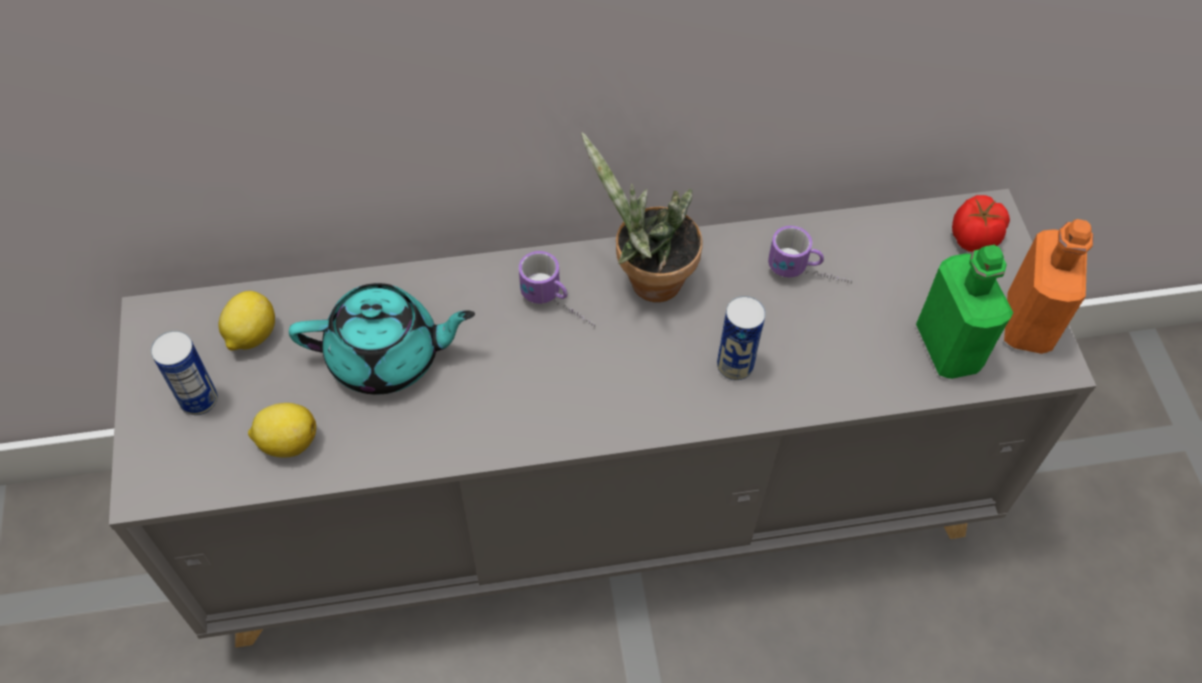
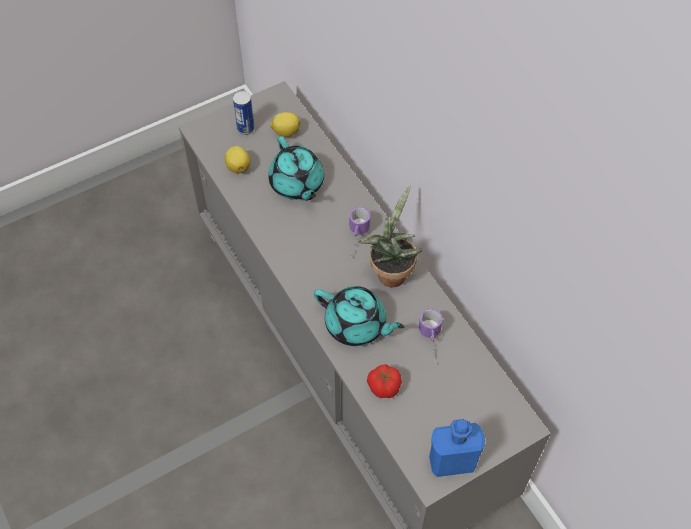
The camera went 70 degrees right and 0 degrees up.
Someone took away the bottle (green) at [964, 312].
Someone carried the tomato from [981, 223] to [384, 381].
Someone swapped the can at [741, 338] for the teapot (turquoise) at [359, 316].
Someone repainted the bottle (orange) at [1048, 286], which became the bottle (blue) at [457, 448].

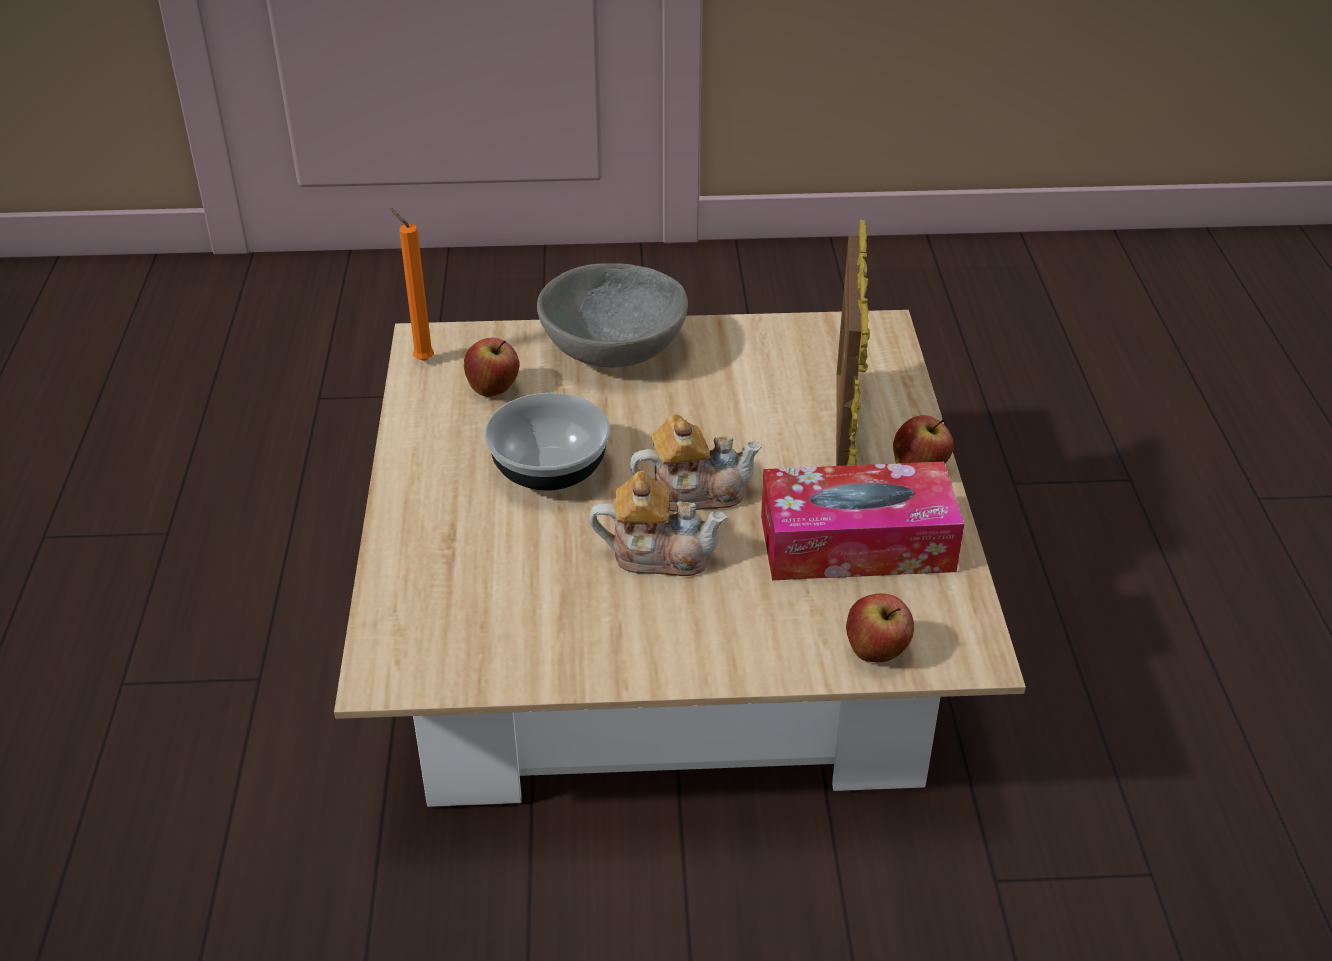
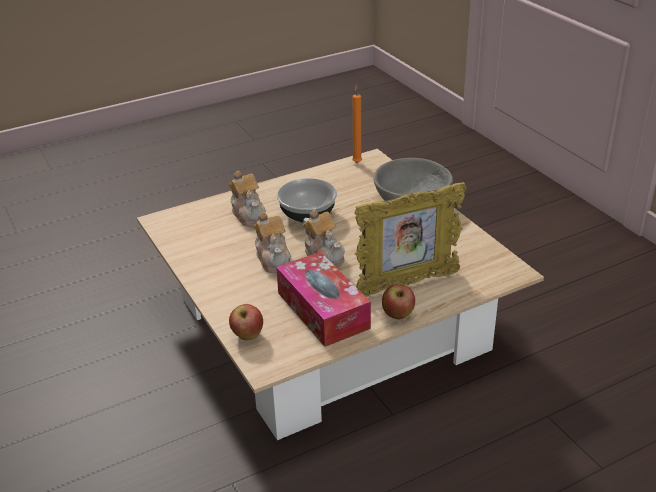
The camera went 65 degrees right and 5 degrees down.
Someone took away the apple at [491, 367].
Someone put down the teapot at [247, 198].

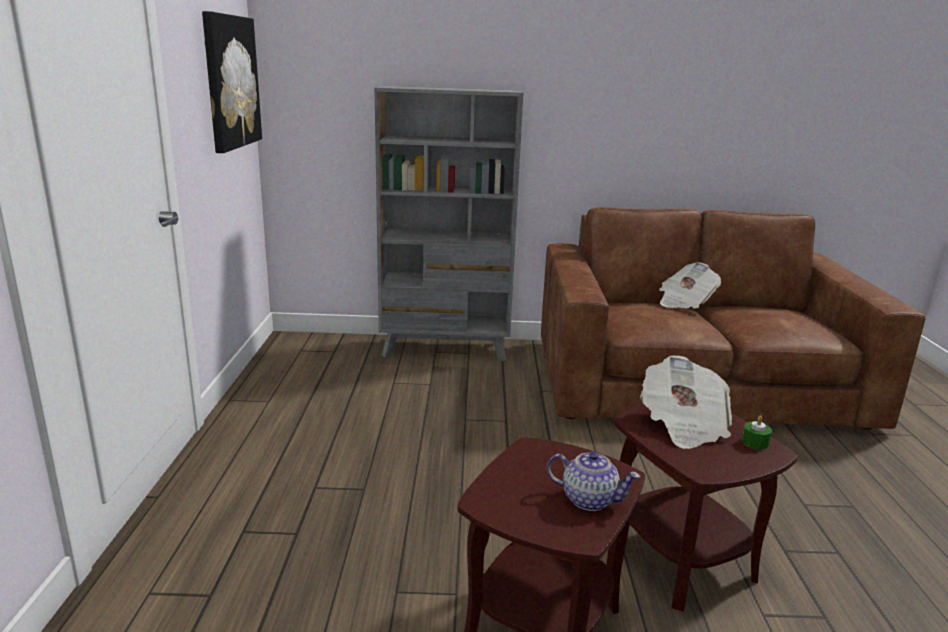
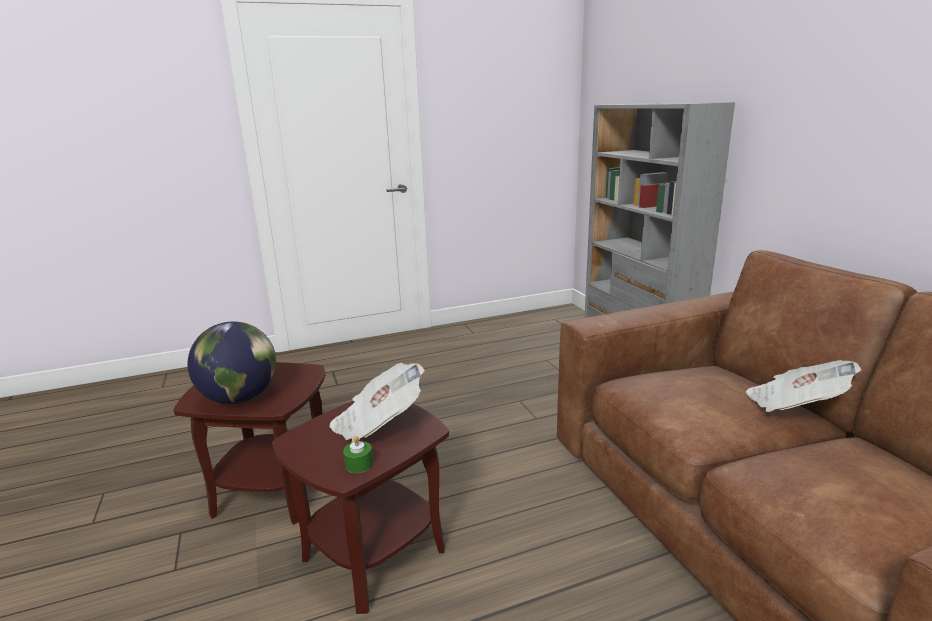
The camera went 70 degrees right and 0 degrees up.
Someone took away the picture at [232, 82].
Someone swapped the teapot at [593, 481] for the globe at [232, 362].

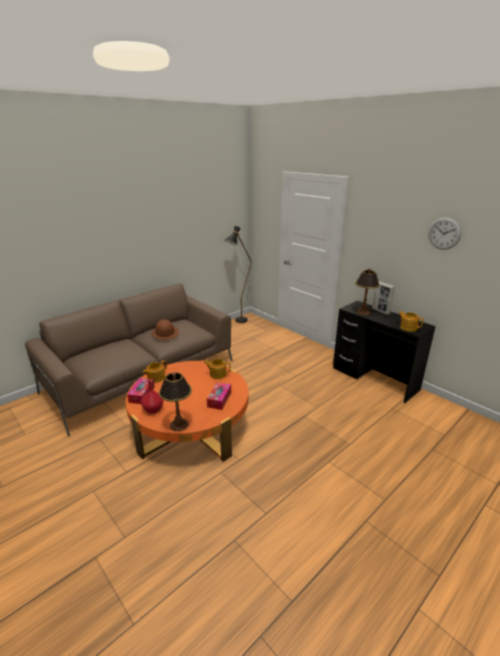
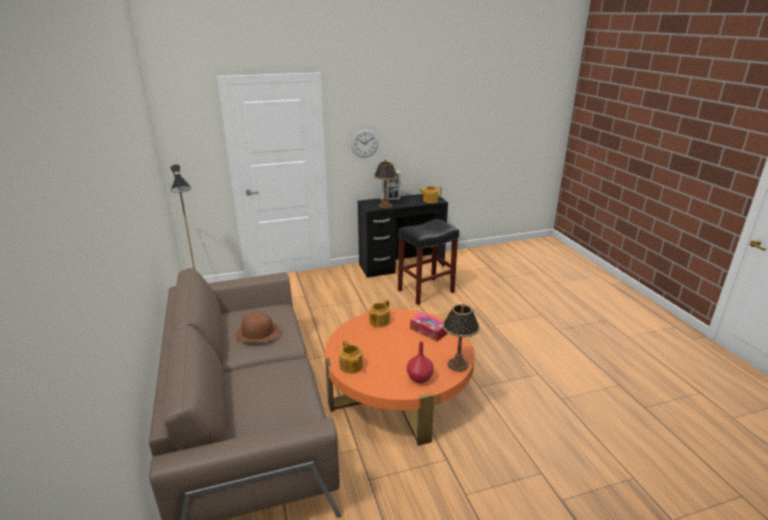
The camera went 65 degrees left and 0 degrees up.
Someone took away the tissue box at [141, 391].
Someone put down the stool (black) at [428, 262].
Someone carried the wall clock from [444, 233] to [364, 143].

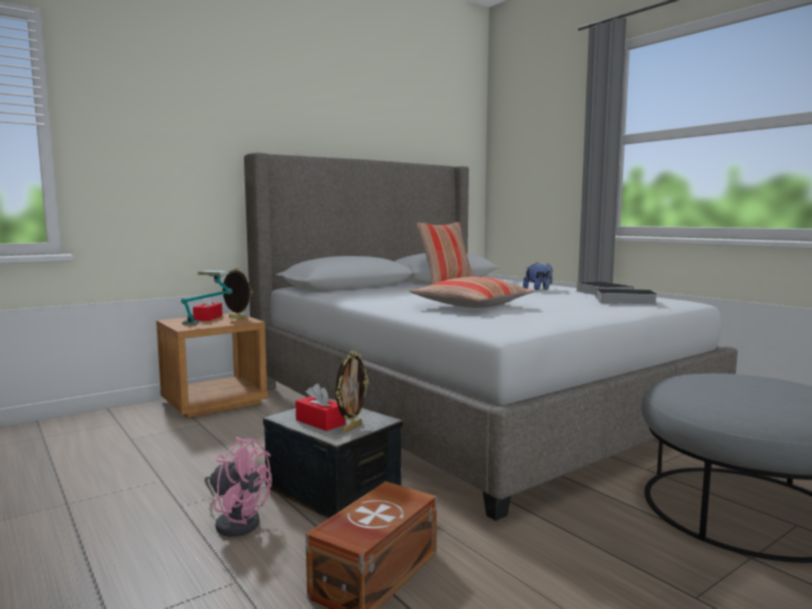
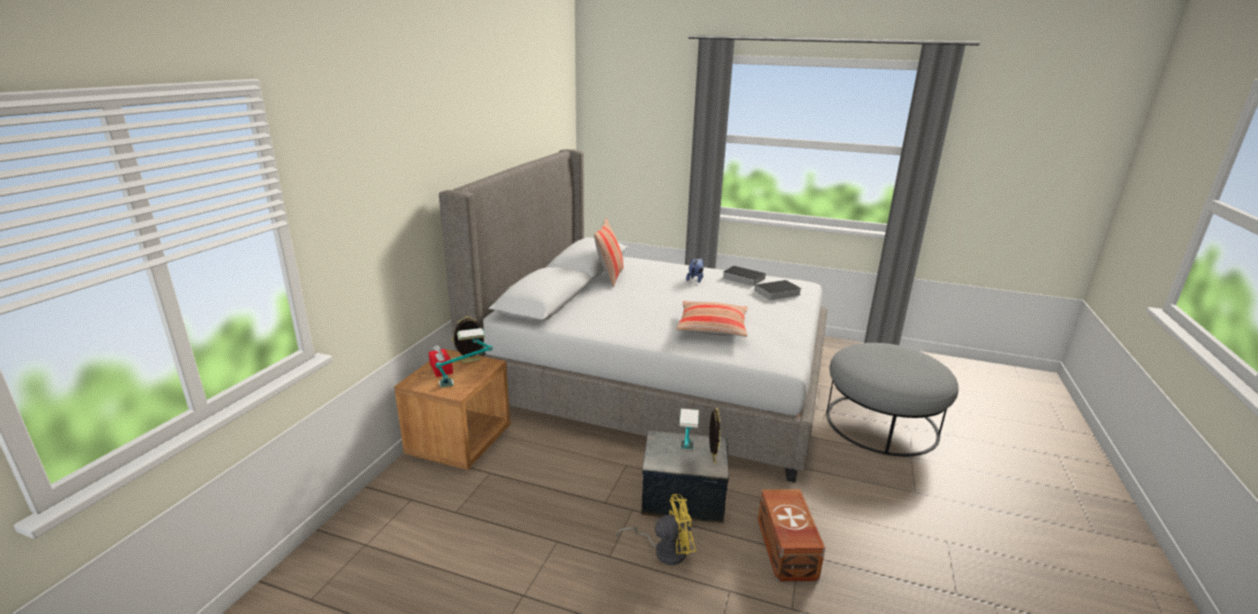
The camera went 35 degrees left and 15 degrees up.
Someone swapped the tissue box (red) at [320, 407] for the table lamp at [689, 429].
Someone repainted the fan (pink) at [238, 487], which became the fan (yellow) at [656, 529].

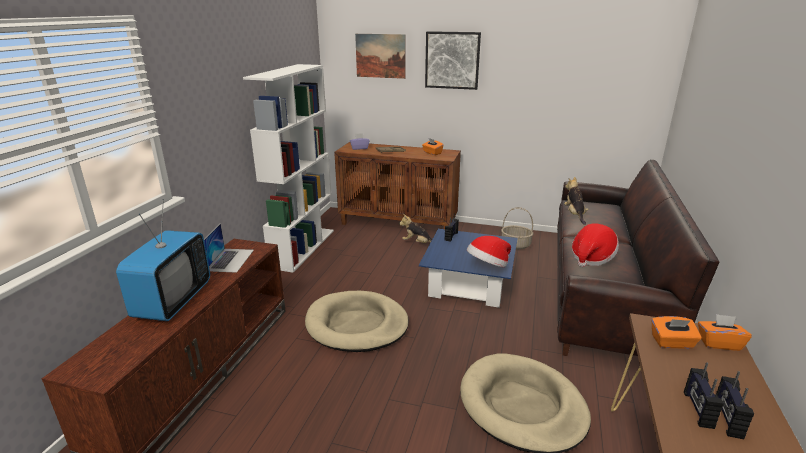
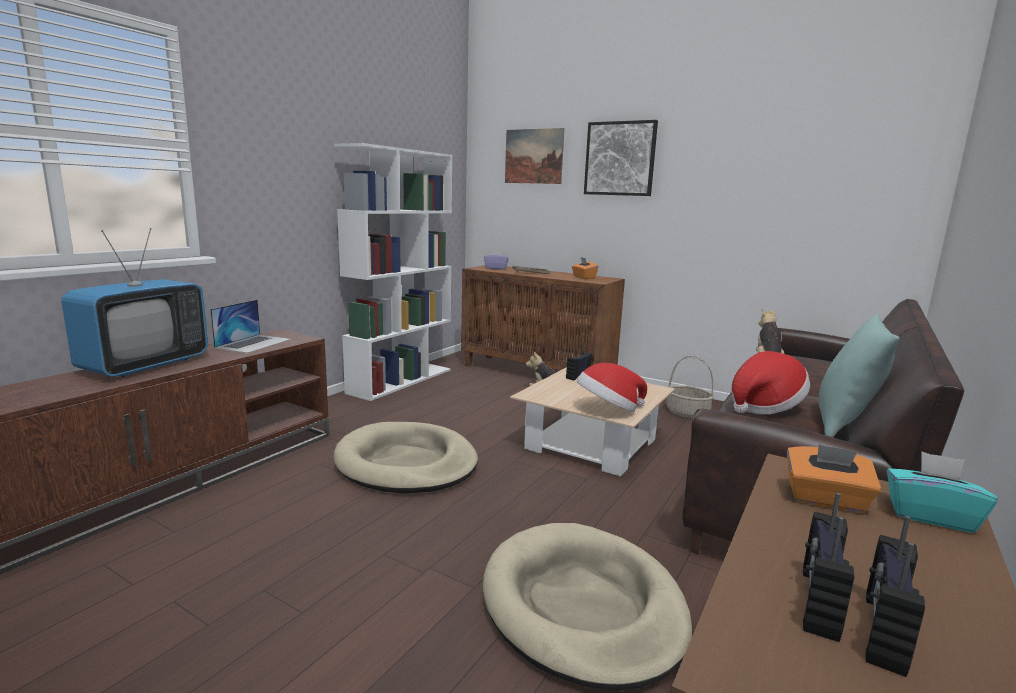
The camera went 15 degrees right and 10 degrees down.
Someone put down the pillow (turquoise) at [859, 375].
Someone repainted the coffee table (blue) at [468, 268], which became the coffee table (beige) at [592, 421].
Someone repainted the tissue box (orange) at [725, 332], which became the tissue box (turquoise) at [942, 492].

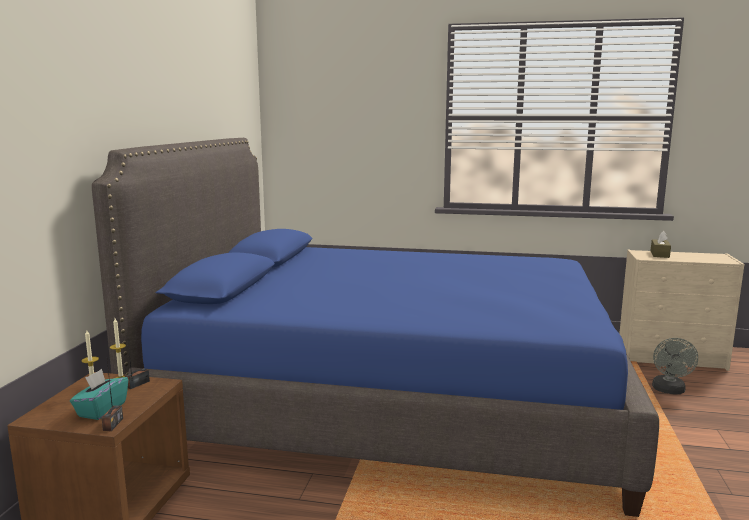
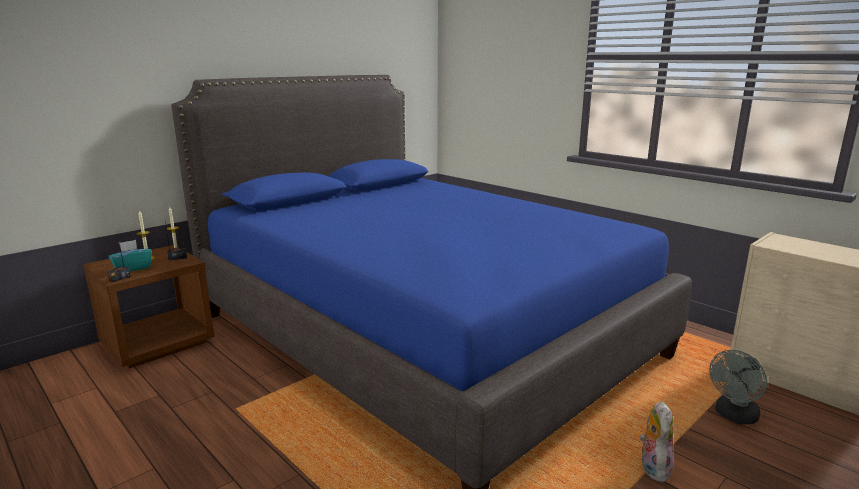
The camera went 35 degrees right and 5 degrees up.
Someone took away the tissue box (brown) at [661, 244].
Someone put down the plush toy at [656, 441].

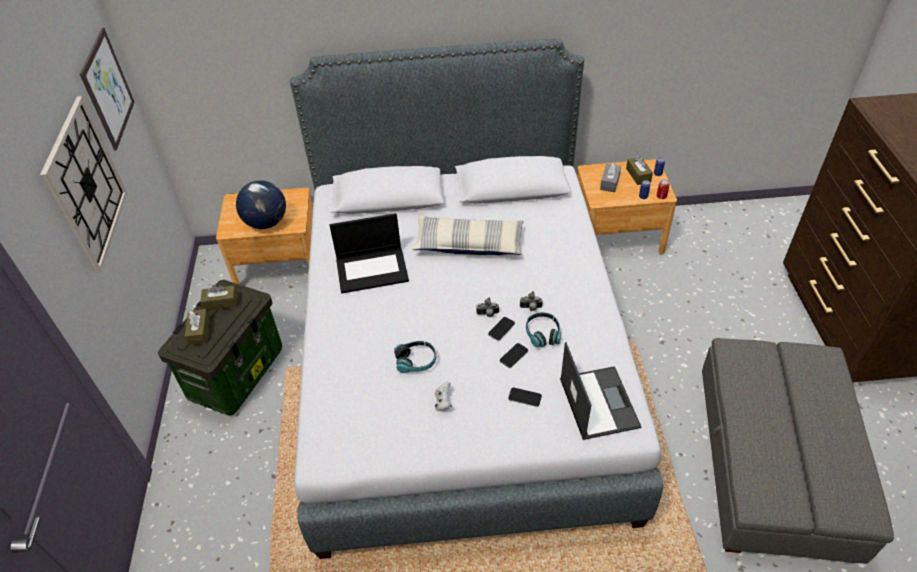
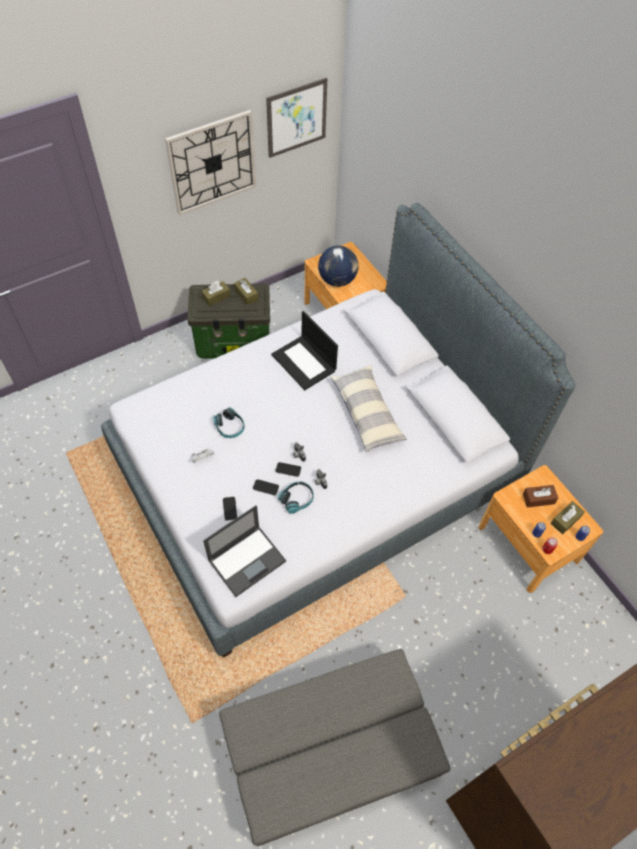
The camera went 60 degrees right and 10 degrees up.
Someone repainted the tissue box (grey) at [610, 177], which became the tissue box (brown) at [540, 496].

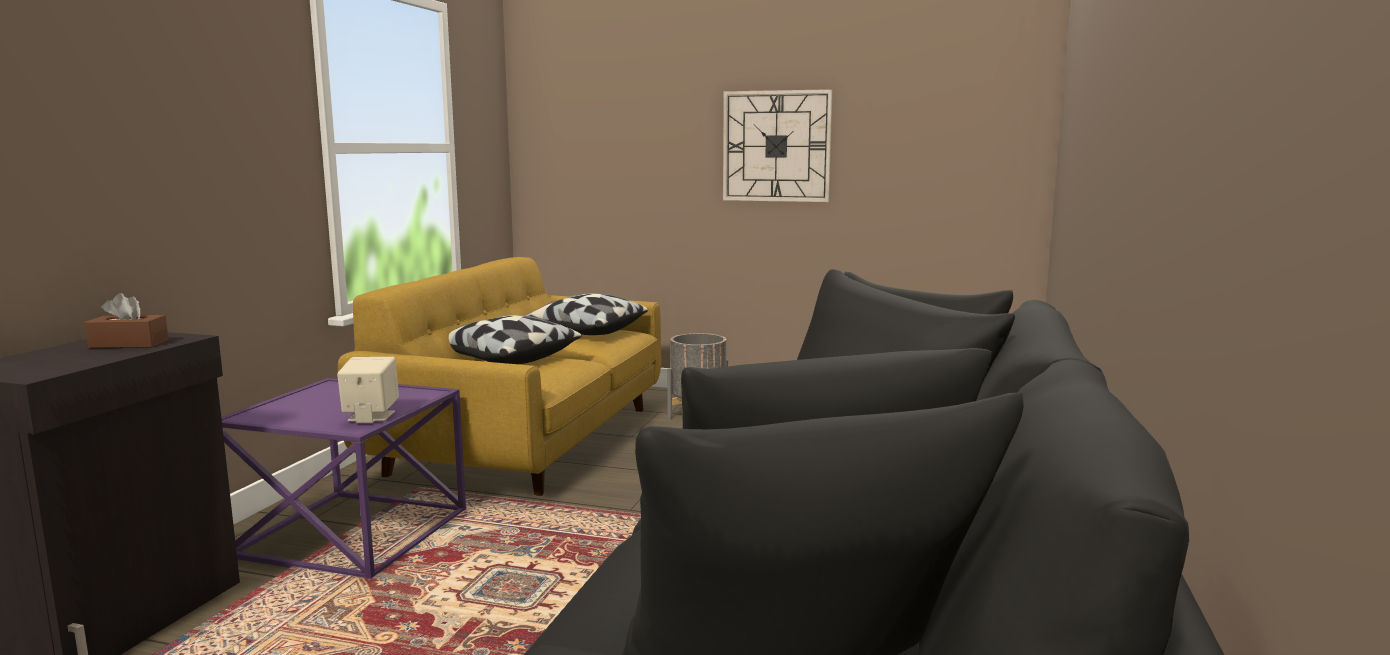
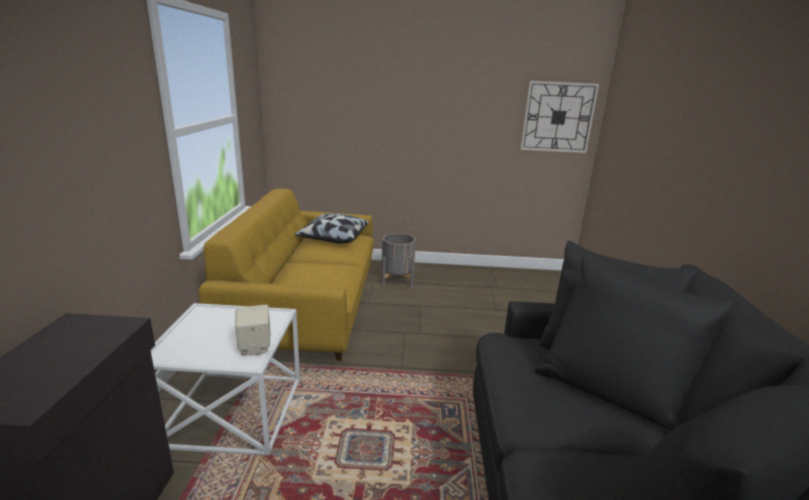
The camera went 15 degrees left and 10 degrees up.
Someone took away the tissue box (brown) at [127, 320].
Someone took away the pillow at [515, 339].
Someone carried the wall clock from [778, 145] to [560, 117].
Someone repainted the side table (purple) at [343, 478], which became the side table (white) at [225, 379].

